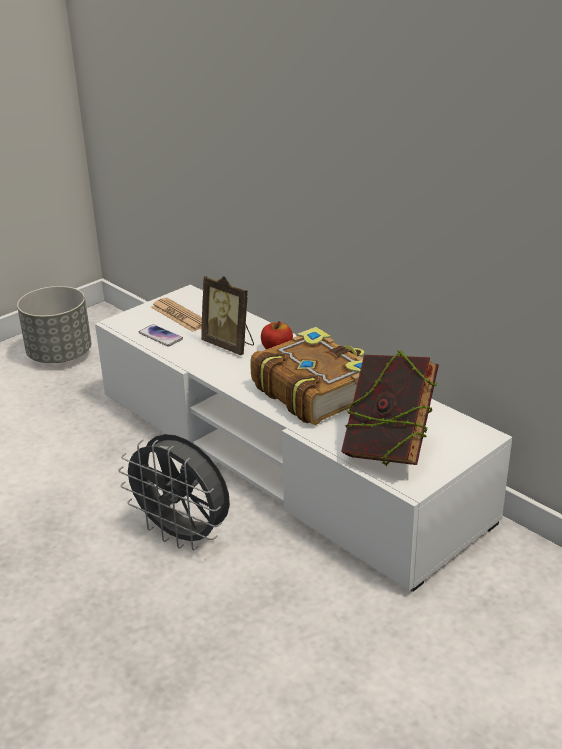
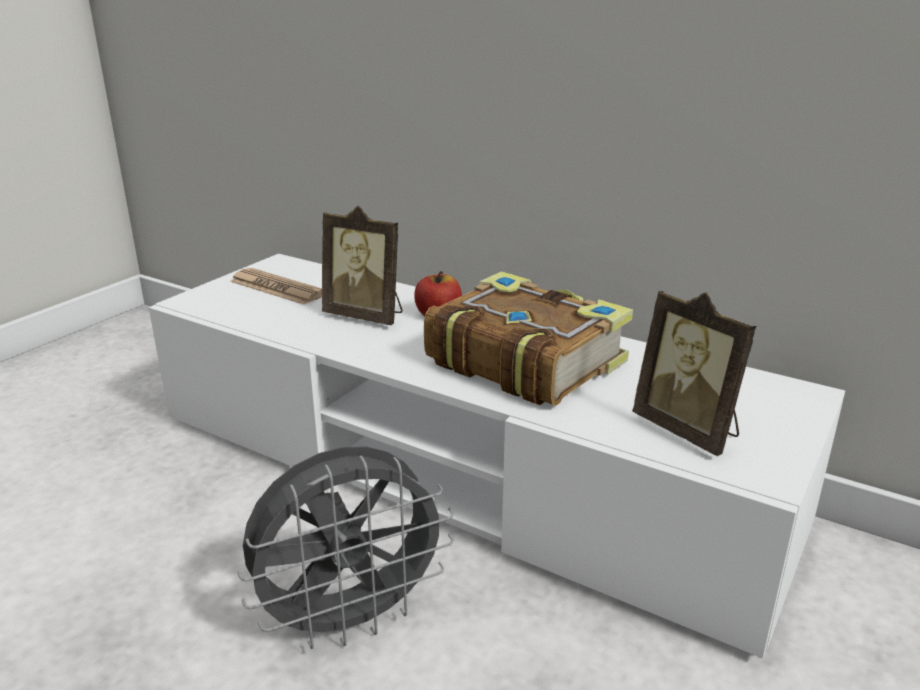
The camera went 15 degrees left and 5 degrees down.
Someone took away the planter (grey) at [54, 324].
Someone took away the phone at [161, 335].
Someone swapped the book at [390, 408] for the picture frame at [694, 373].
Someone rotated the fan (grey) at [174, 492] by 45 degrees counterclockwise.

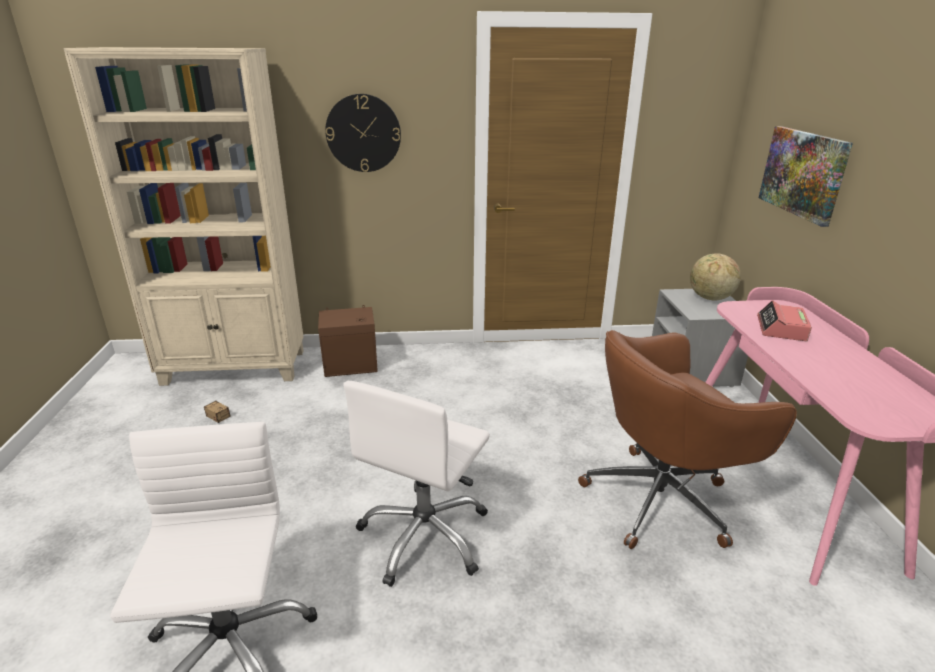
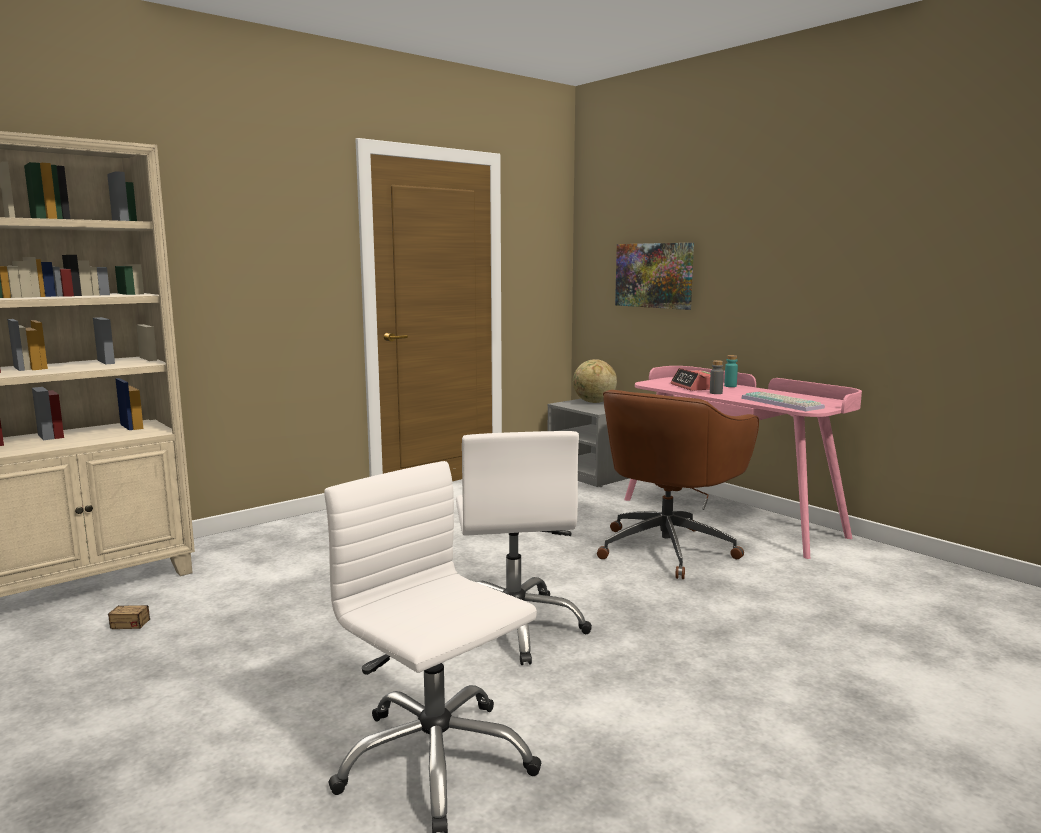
The camera went 35 degrees left and 15 degrees down.
Someone took away the speaker (brown) at [348, 341].
Someone took away the wall clock at [363, 133].
Someone put down the bottle (grey) at [717, 377].
Someone put down the bottle (turquoise) at [731, 371].
Someone put down the keyboard at [783, 401].

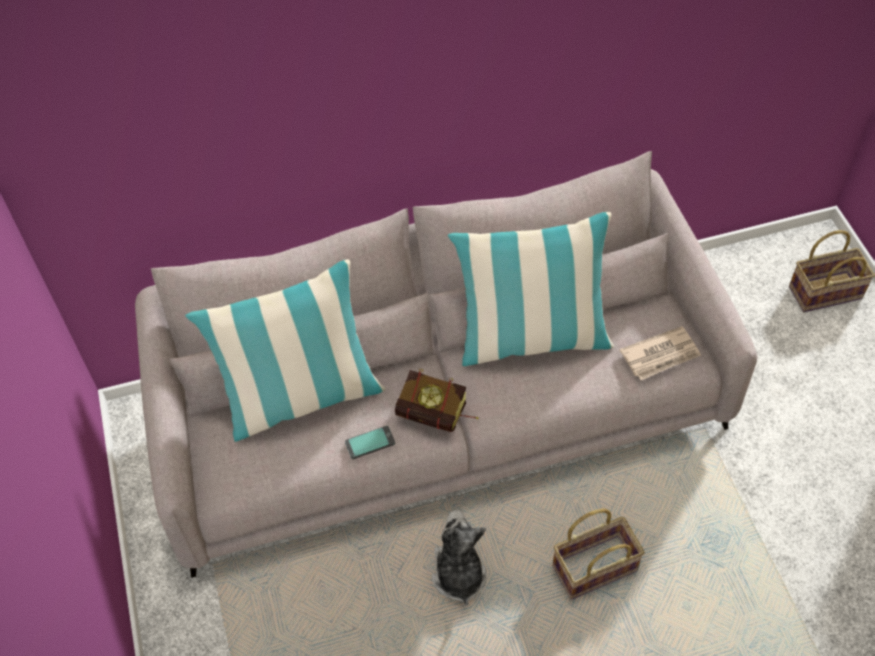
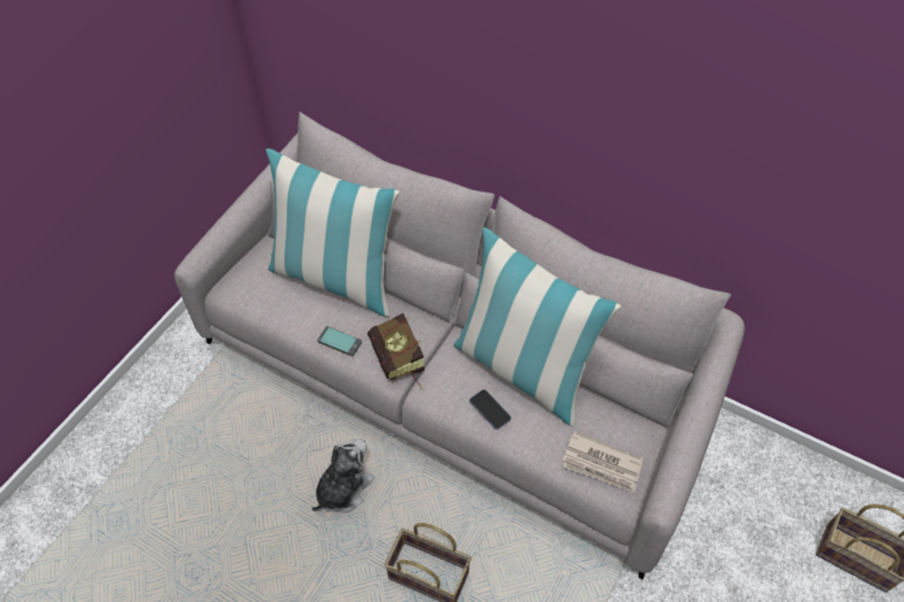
The camera went 45 degrees right and 0 degrees up.
Someone put down the phone at [490, 409].

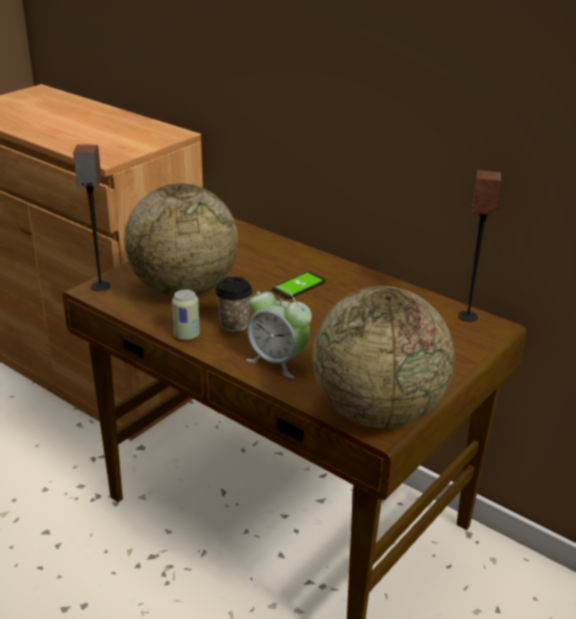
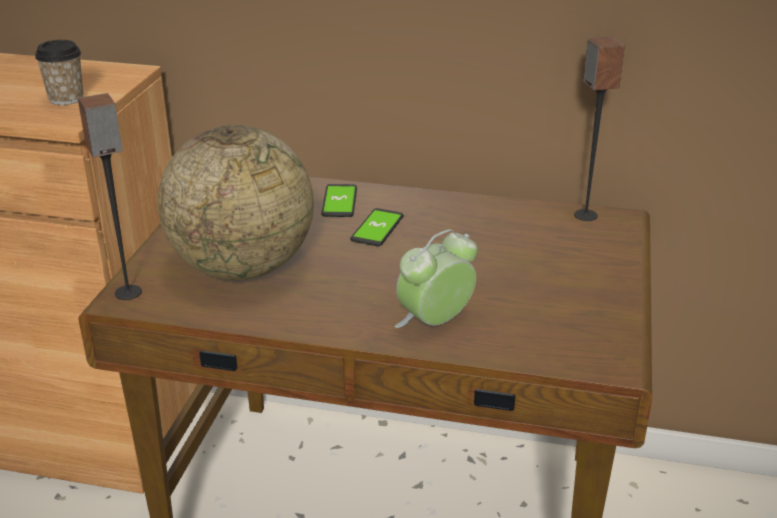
The camera went 25 degrees left and 0 degrees up.
Someone took away the can at [186, 315].
Someone took away the globe at [383, 357].
Someone put down the phone at [339, 200].
Someone carried the cup from [233, 304] to [59, 72].
Someone rotated the alarm clock at [279, 332] by 135 degrees clockwise.

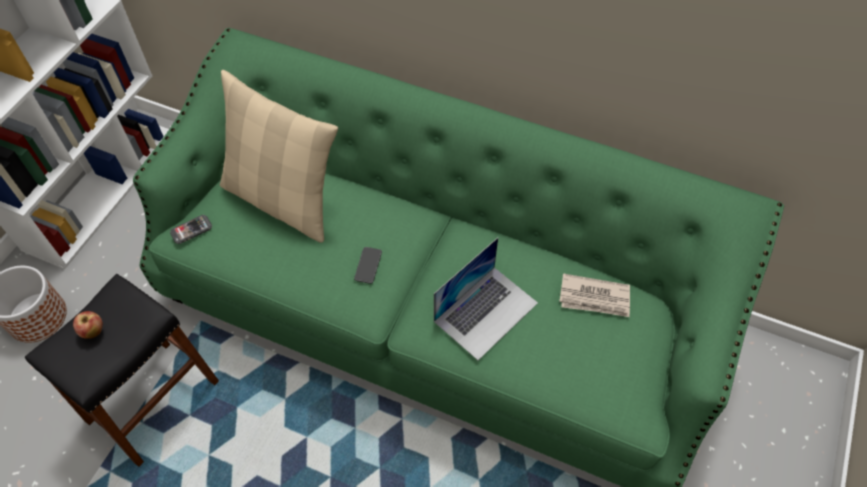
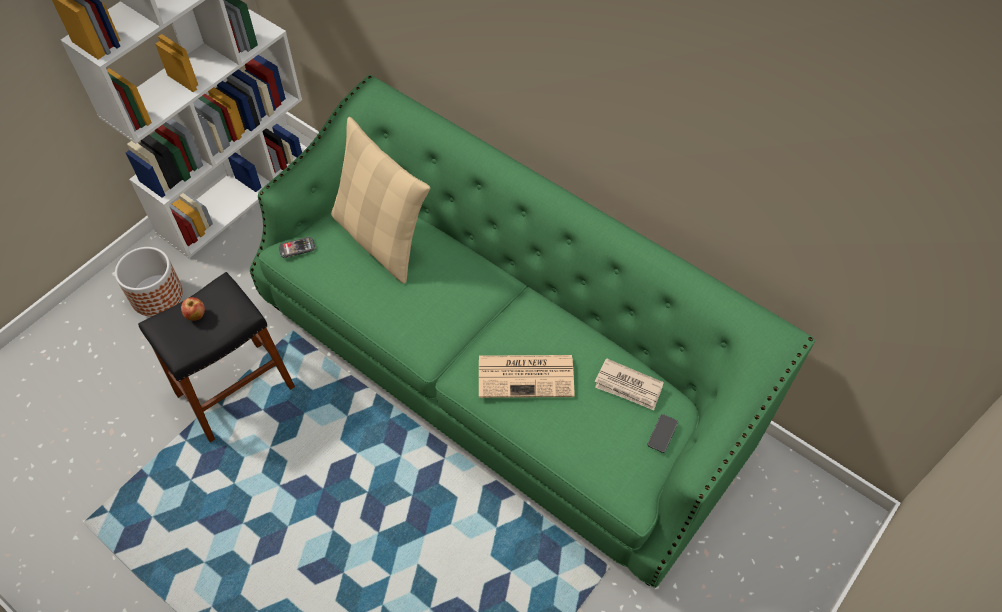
The camera went 15 degrees right and 0 degrees up.
Someone carried the phone from [368, 265] to [663, 433].
Someone swapped the laptop at [486, 299] for the newspaper at [527, 376].

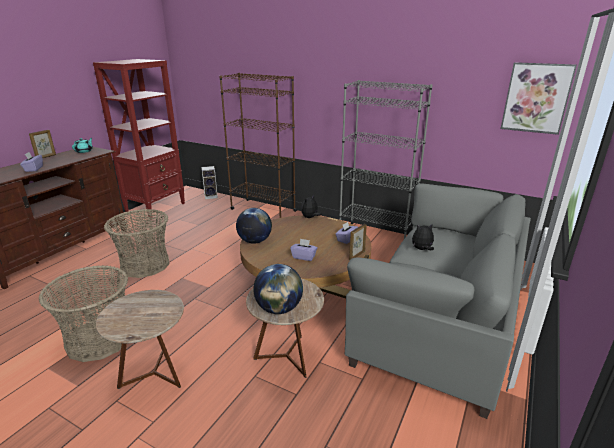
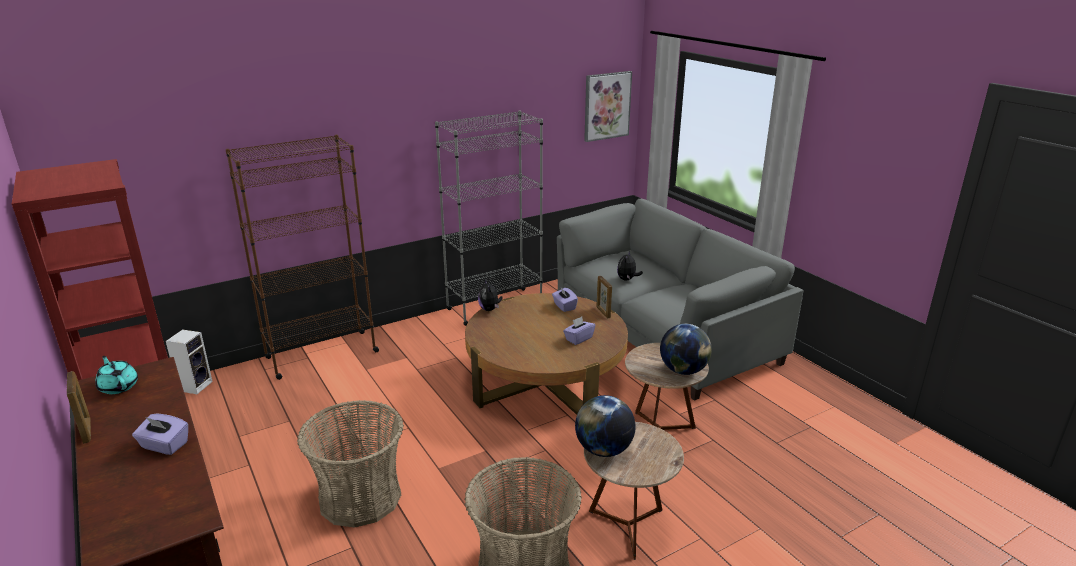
The camera went 60 degrees left and 0 degrees up.
Someone carried the globe from [254, 226] to [605, 426].

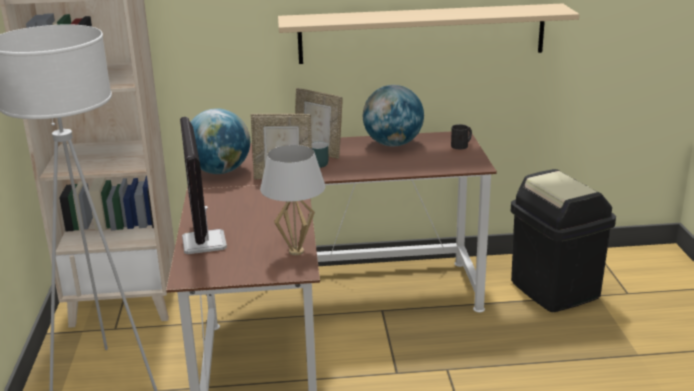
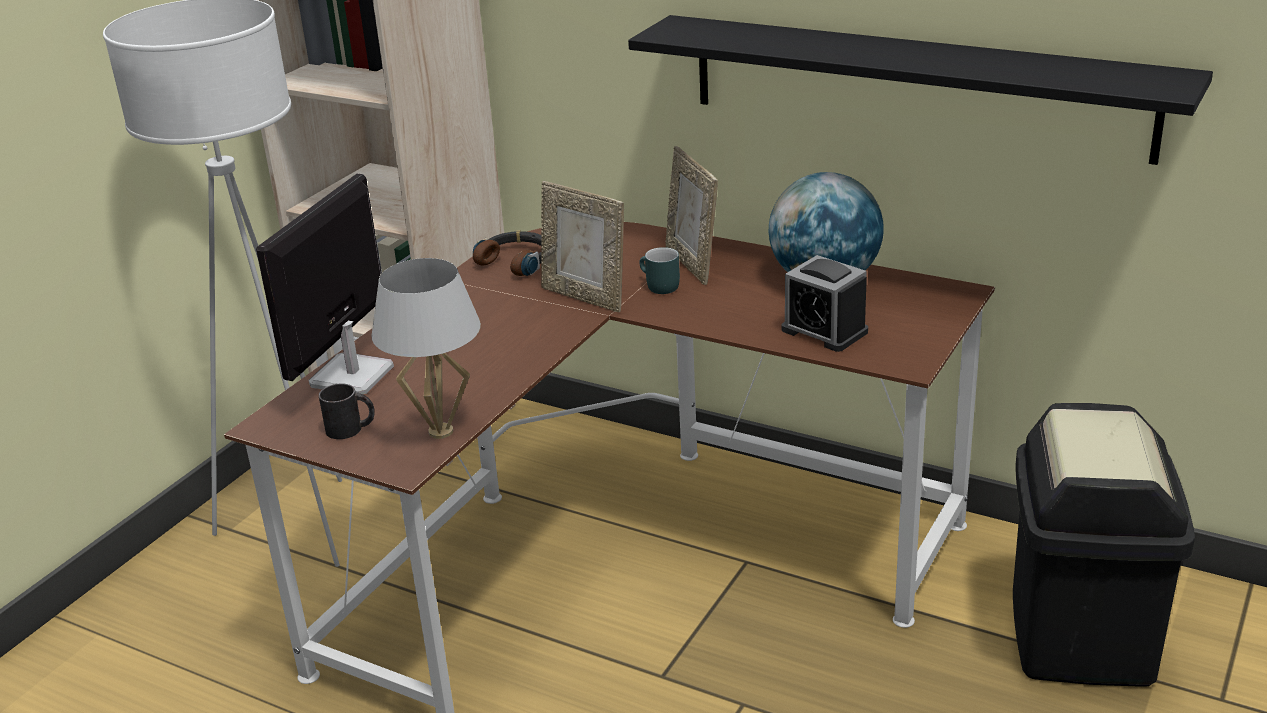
The camera went 35 degrees right and 5 degrees up.
Someone put down the alarm clock at [825, 303].
Someone carried the mug (black) from [461, 136] to [347, 411].
Someone swapped the globe at [220, 141] for the headphones at [507, 253].
Someone repainted the shelf (beige) at [428, 33], which became the shelf (black) at [920, 90].

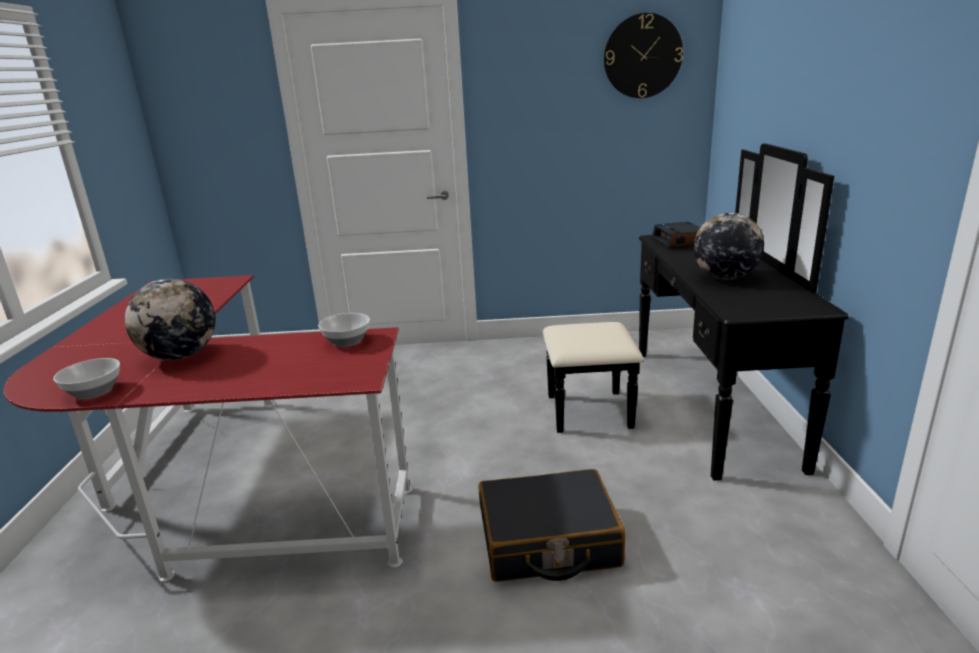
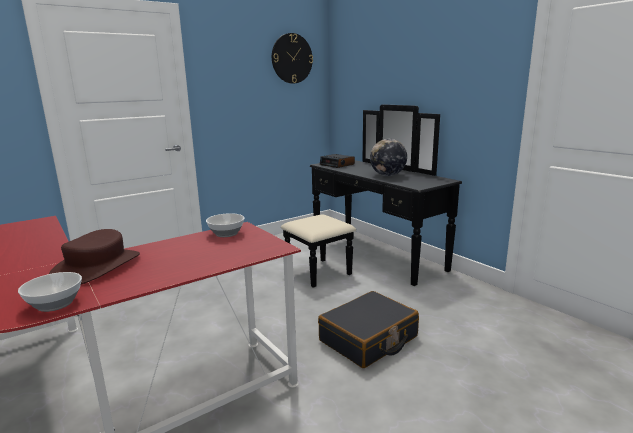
The camera went 35 degrees left and 5 degrees down.
Someone swapped the globe at [170, 319] for the hat (brown) at [94, 257].

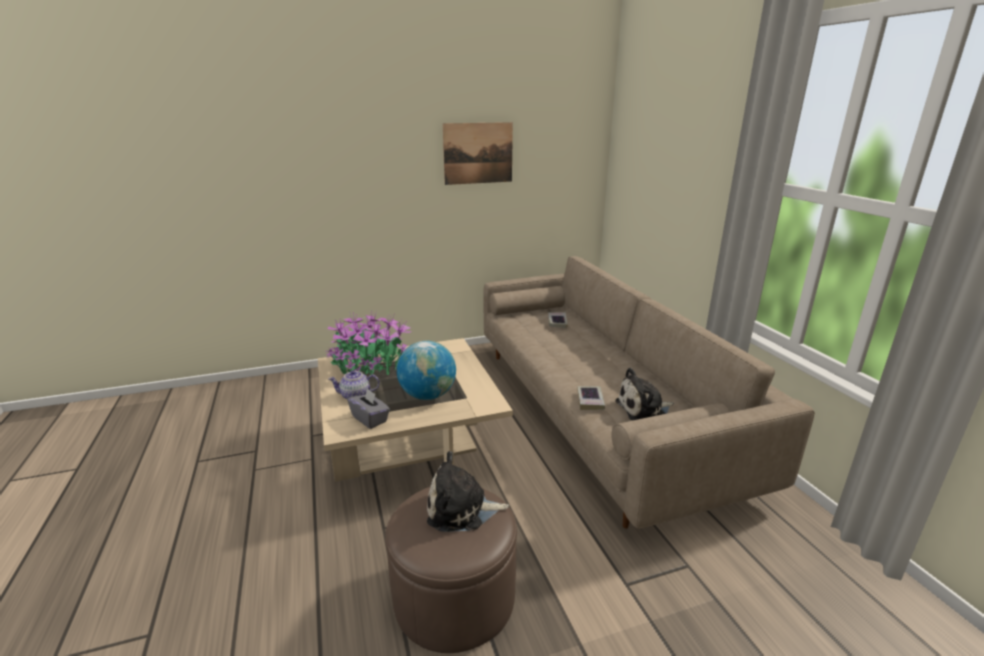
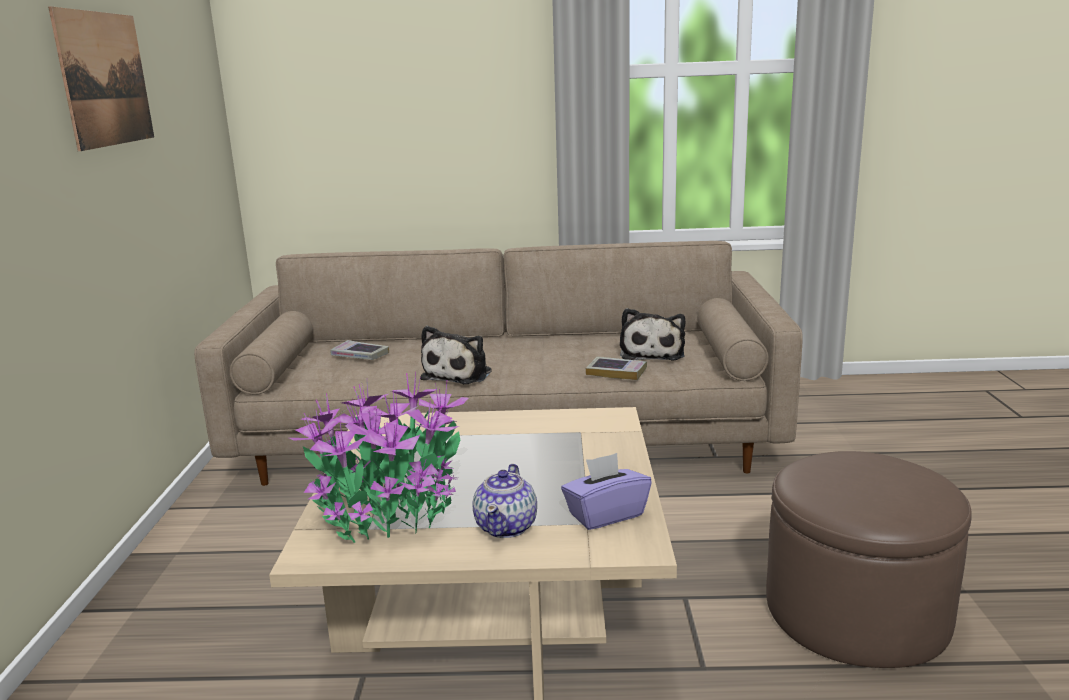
The camera went 70 degrees left and 5 degrees down.
Someone took away the globe at [426, 370].
Someone carried the plush toy from [468, 491] to [456, 355].
Someone repainted the tissue box (grey) at [368, 408], which became the tissue box (purple) at [606, 491].

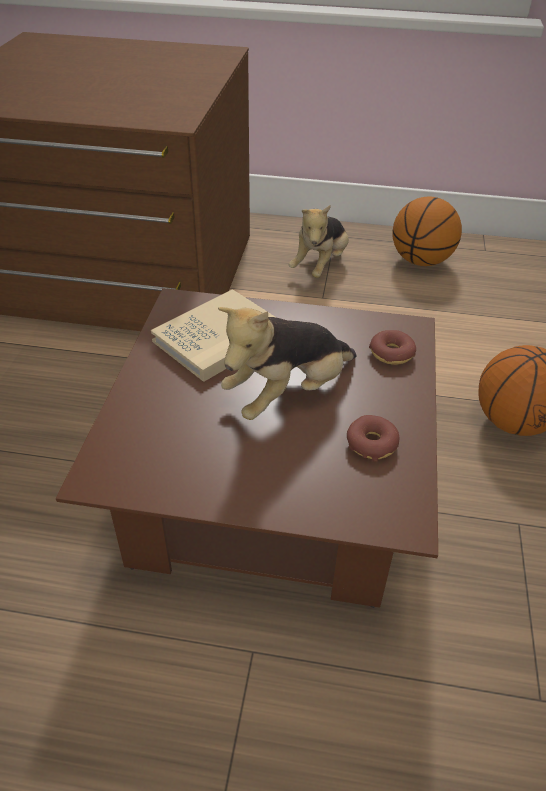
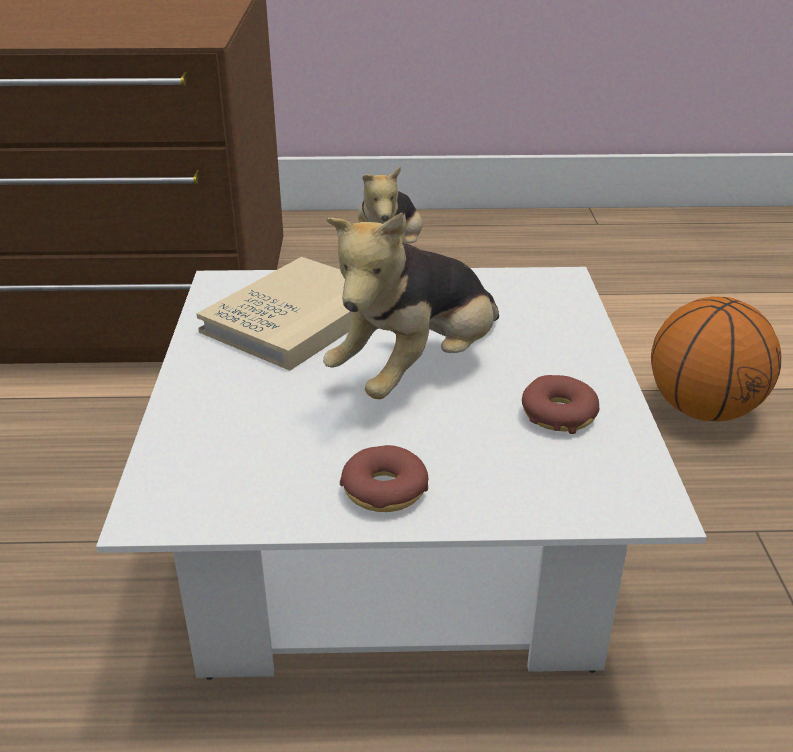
The camera went 10 degrees left and 10 degrees down.
Someone took away the basketball at [427, 231].
Someone carried the donut from [392, 347] to [384, 478].
Someone repainted the coffee table (brown) at [247, 448], which became the coffee table (white) at [401, 473].

